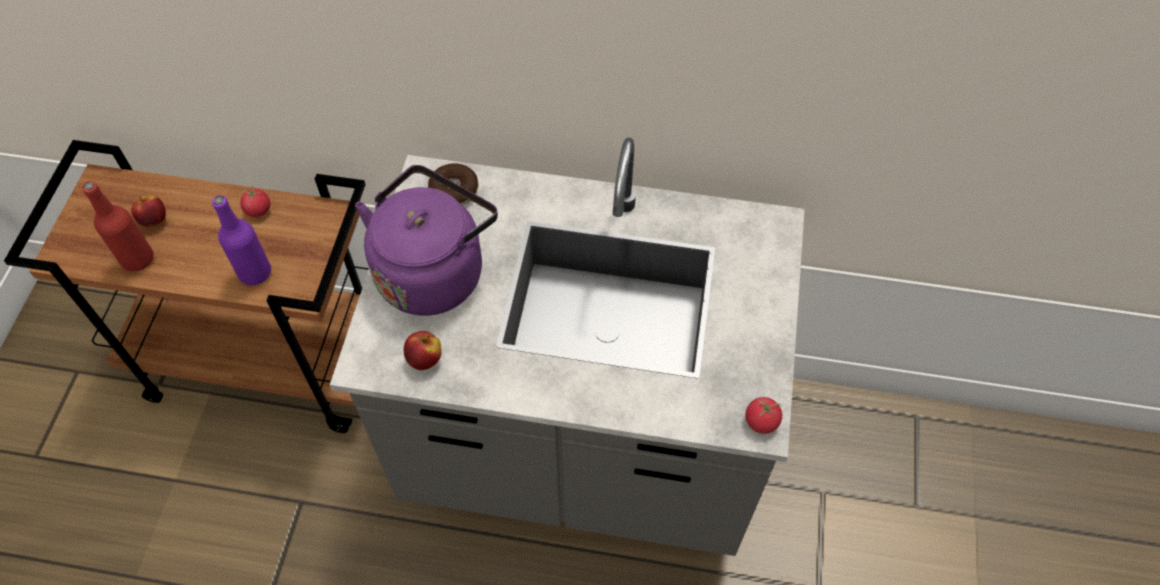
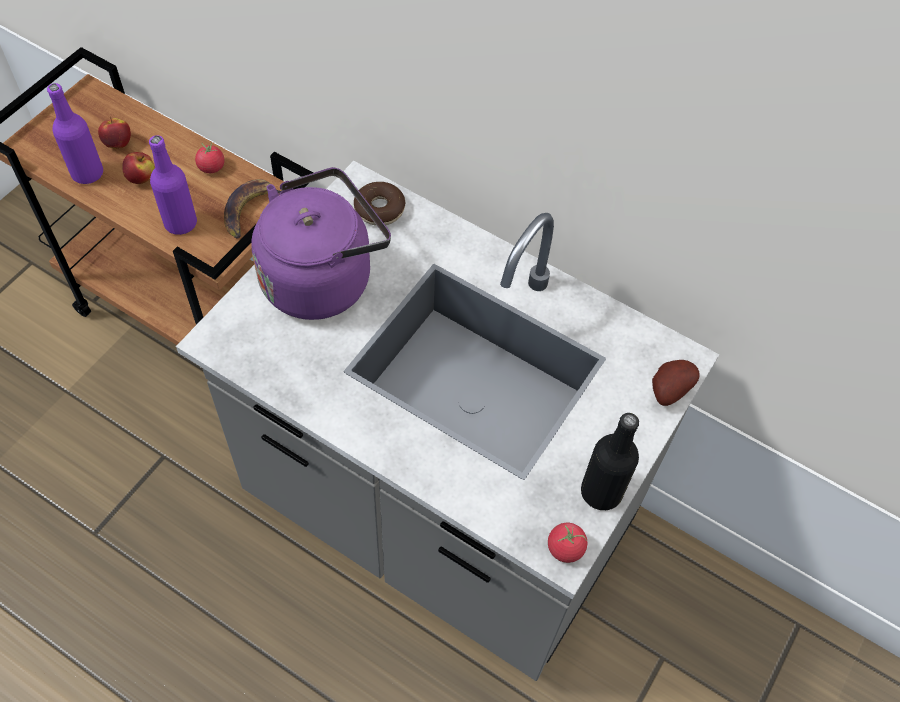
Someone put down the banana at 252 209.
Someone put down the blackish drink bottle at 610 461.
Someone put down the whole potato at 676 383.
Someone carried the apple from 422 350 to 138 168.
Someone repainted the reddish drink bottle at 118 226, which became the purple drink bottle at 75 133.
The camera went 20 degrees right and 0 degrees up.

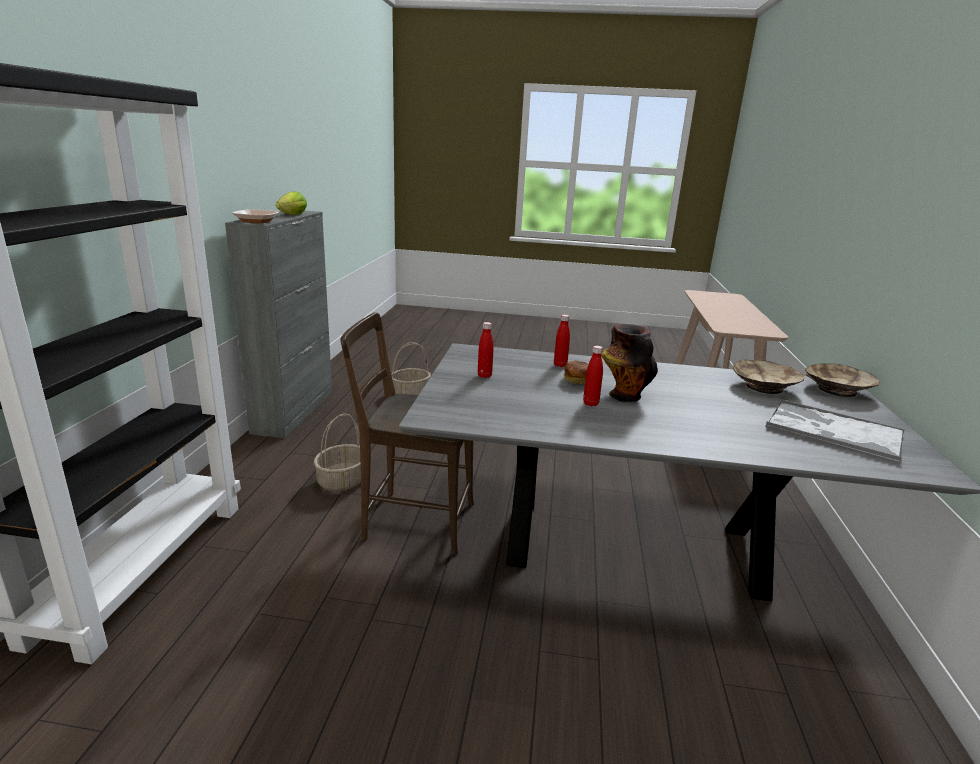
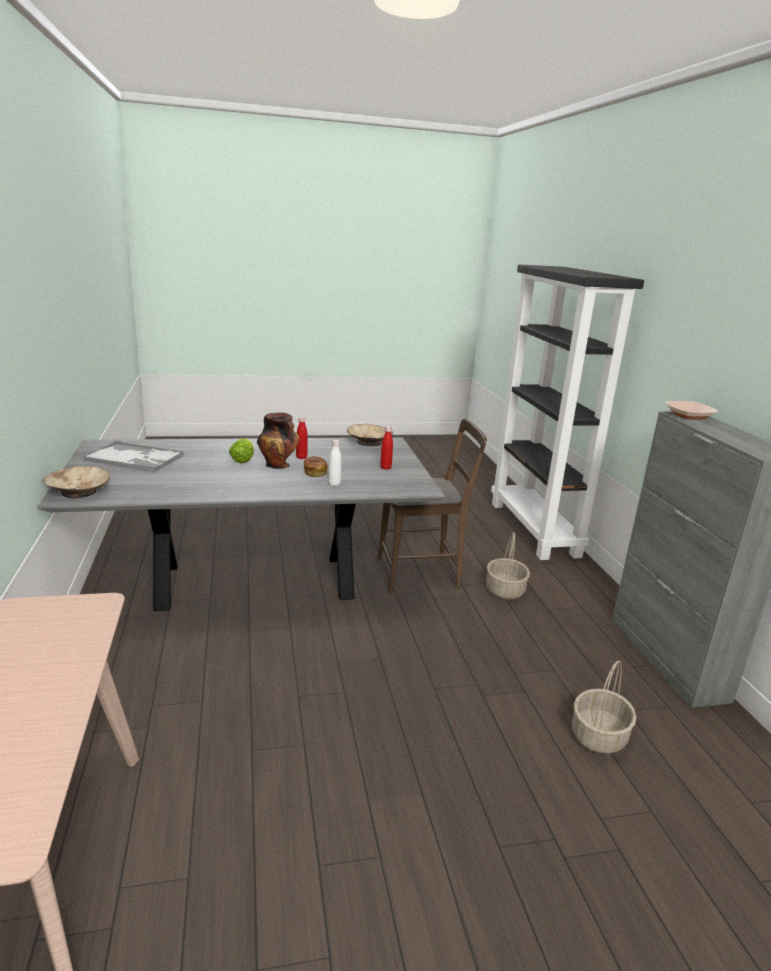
Someone carried the lettuce head from 291 203 to 241 450.
Someone carried the sand-coloured deep dish from 768 377 to 370 435.
Someone repainted the reddish drink bottle at 562 341, which became the white drink bottle at 334 463.
The camera went 160 degrees right and 0 degrees up.

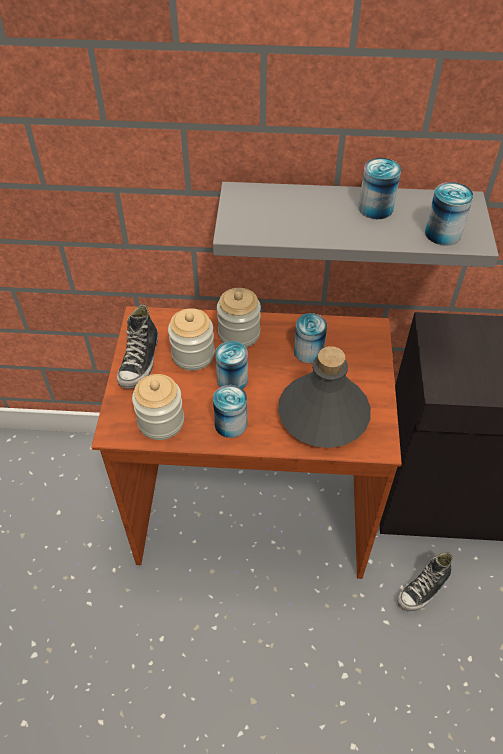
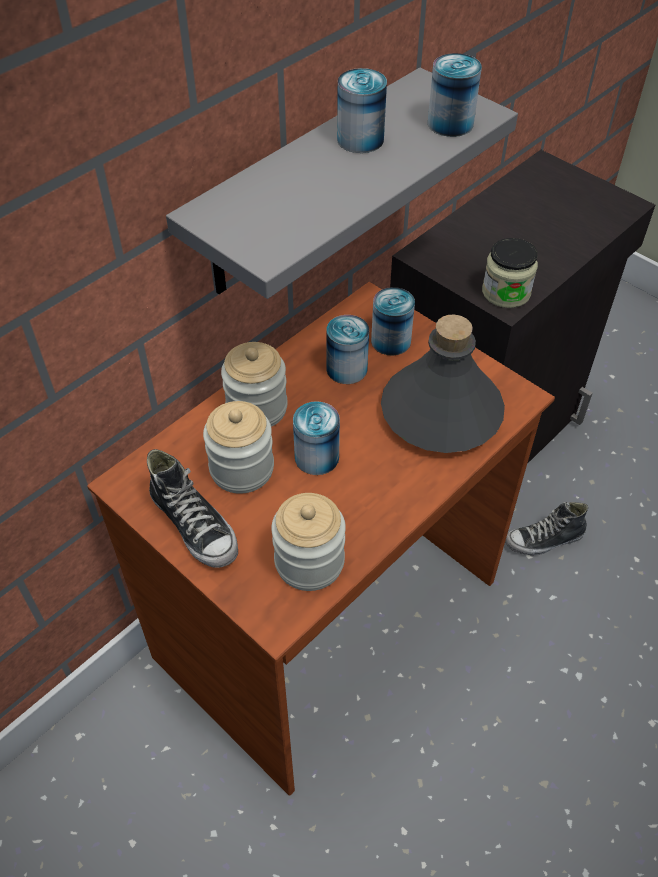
Someone put down the storage jar at 510 273.
Someone carried the can from 230 411 to 393 321.
Someone rotated the item of footwear at 424 581 by 75 degrees clockwise.
The camera went 50 degrees left and 0 degrees up.

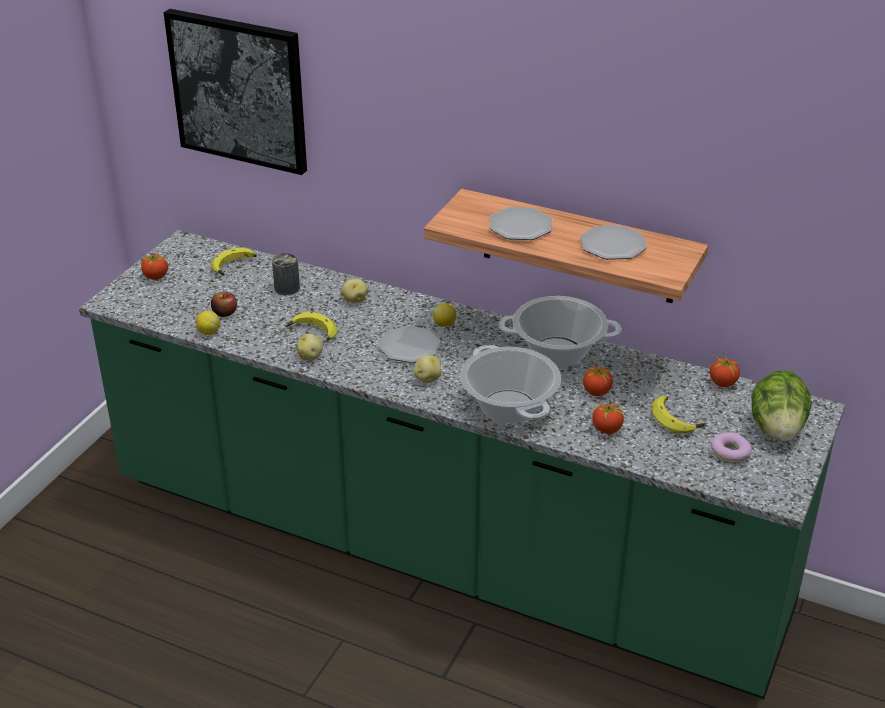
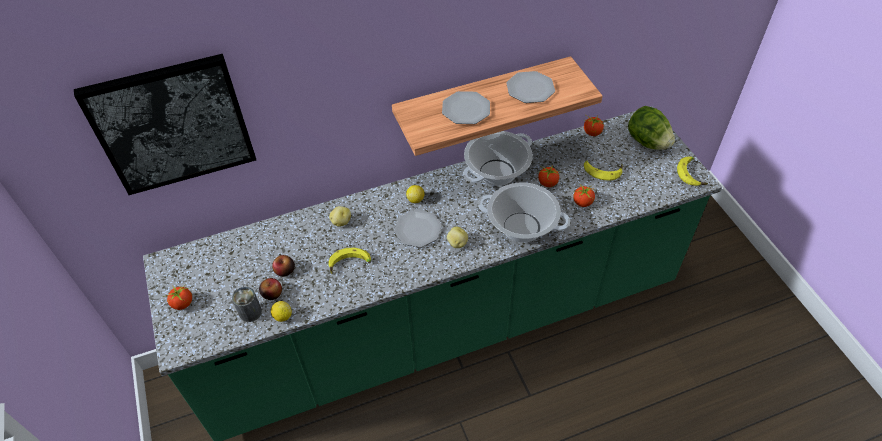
Someone took away the whole potato at 309 347.
Someone took away the doughnut at 731 448.
Someone put down the apple at 283 266.
Someone carried the banana from 234 262 to 692 171.
Someone carried the can from 286 274 to 247 304.
The camera went 45 degrees left and 15 degrees up.

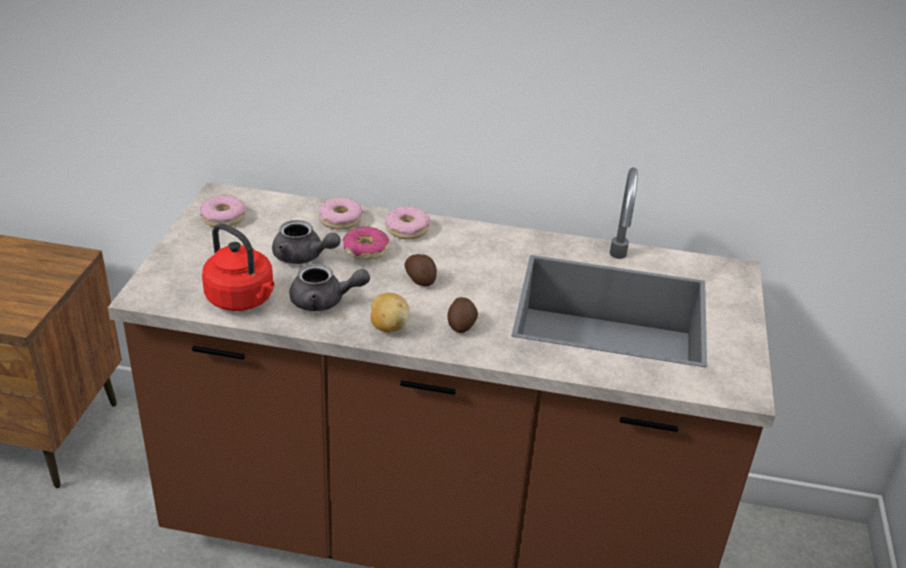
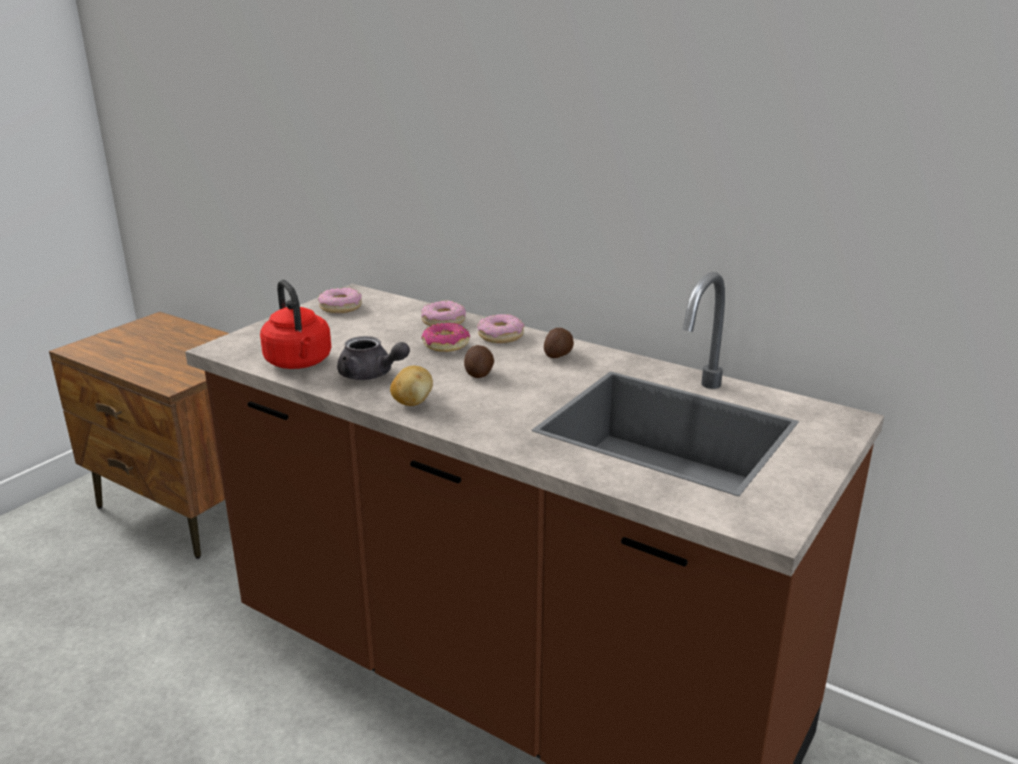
Someone took away the grey pot for tea at 306 242.
Someone carried the whole potato from 463 315 to 559 343.
The camera went 25 degrees right and 10 degrees down.

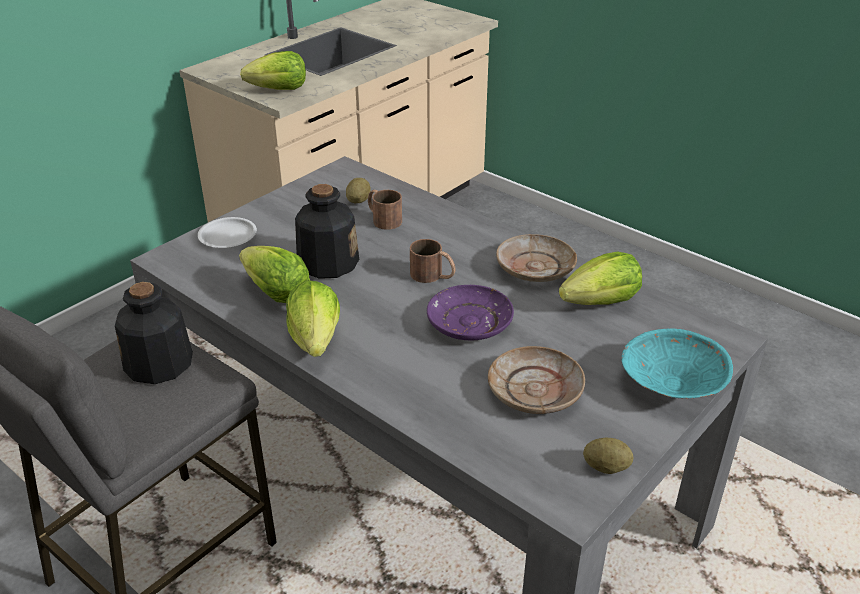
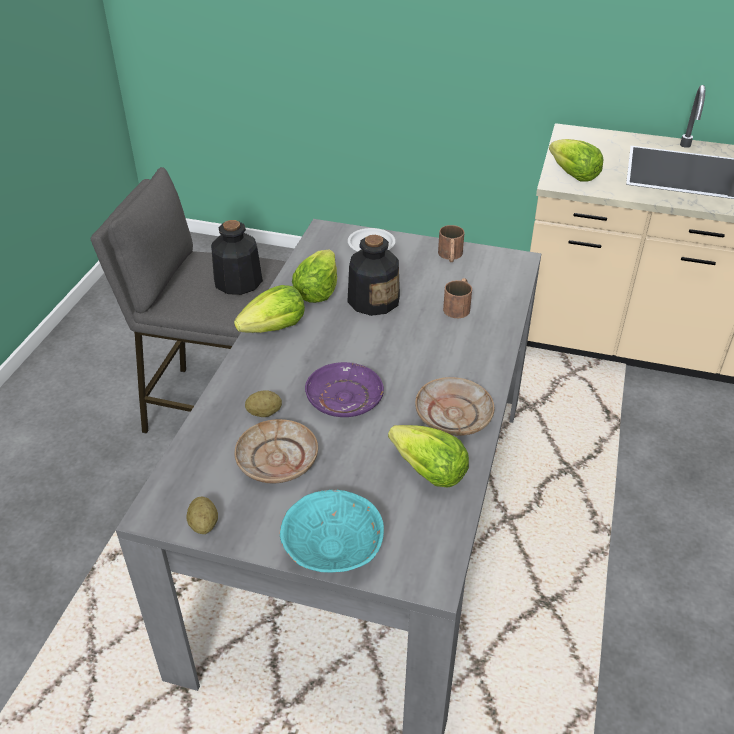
Someone carried the whole potato from 358 190 to 263 403.
Someone carried the brown-coloured coffee mug from 433 261 to 451 243.
The camera went 65 degrees right and 5 degrees up.

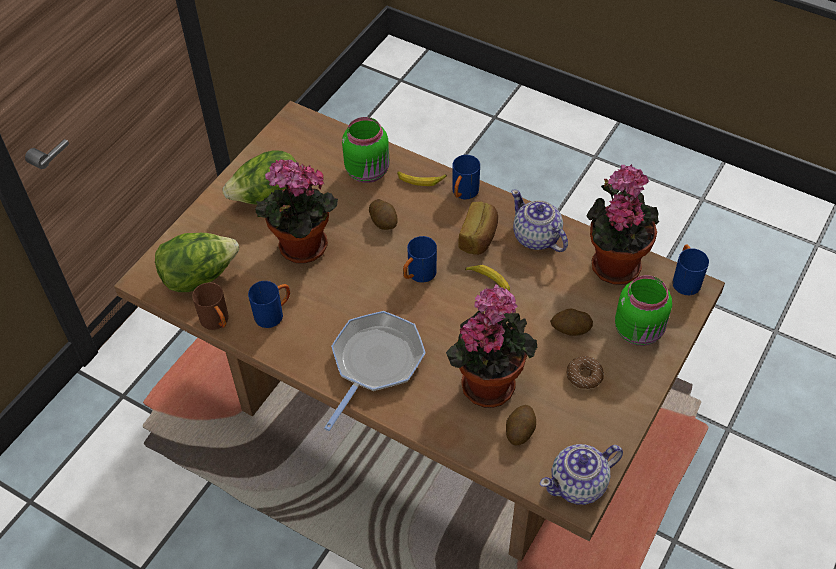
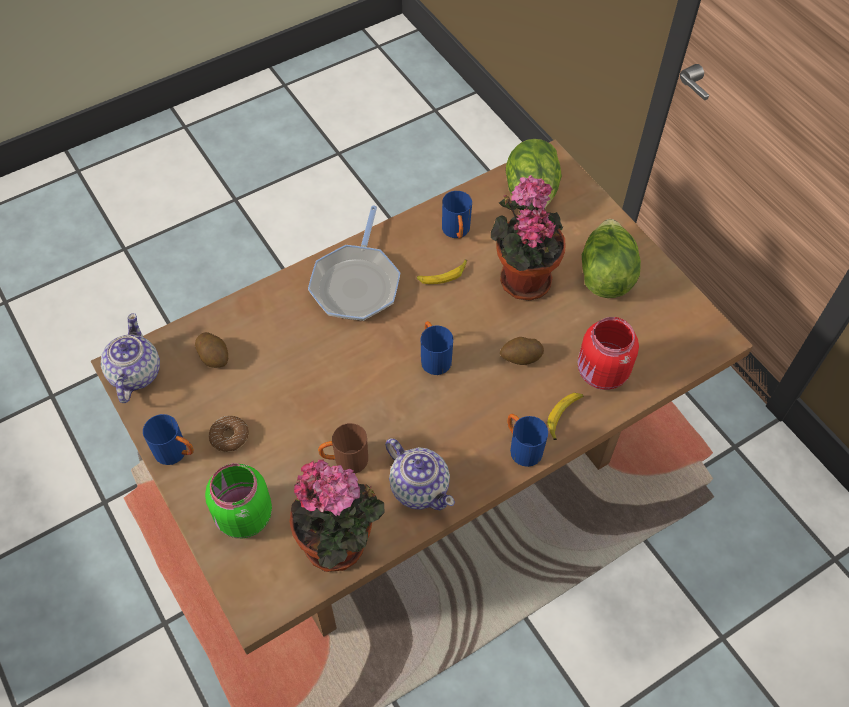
Someone took away the plant in a pot at 491 346.
Someone took away the bread at 478 228.
Someone took away the whole potato at 571 322.
Someone carried the brown-coloured coffee mug from 210 306 to 343 448.
Someone carried the banana from 487 278 to 442 271.
Someone carried the blue-coloured coffee mug from 690 270 to 168 439.
Someone repainted the green-coloured storage jar at 365 150, which became the reddish storage jar at 608 353.
Someone rotated the frying pan at 375 371 by 45 degrees clockwise.
Someone rotated the pot for tea at 539 221 by 60 degrees clockwise.
The camera went 115 degrees right and 5 degrees up.

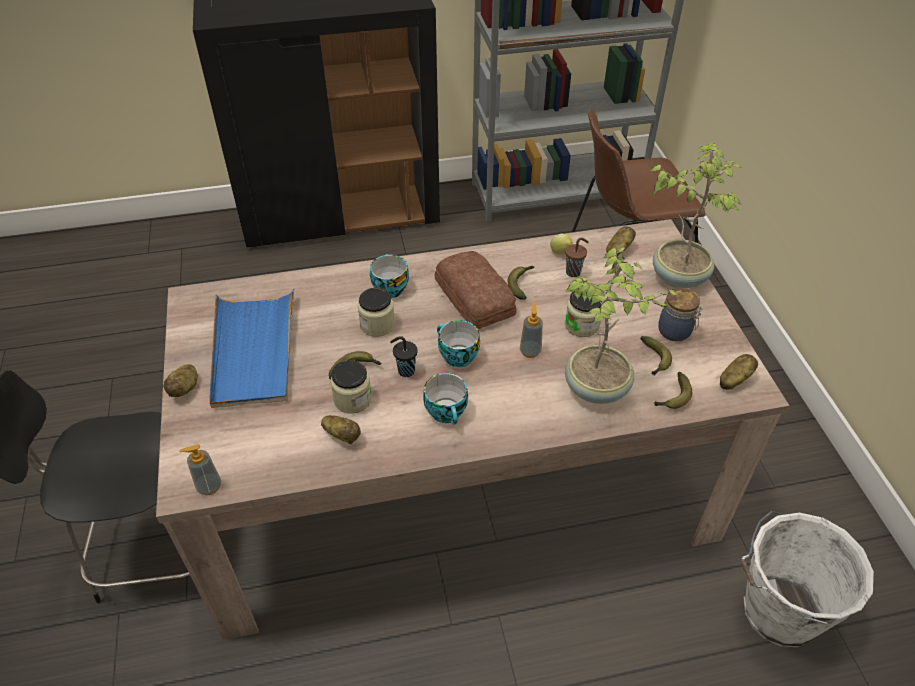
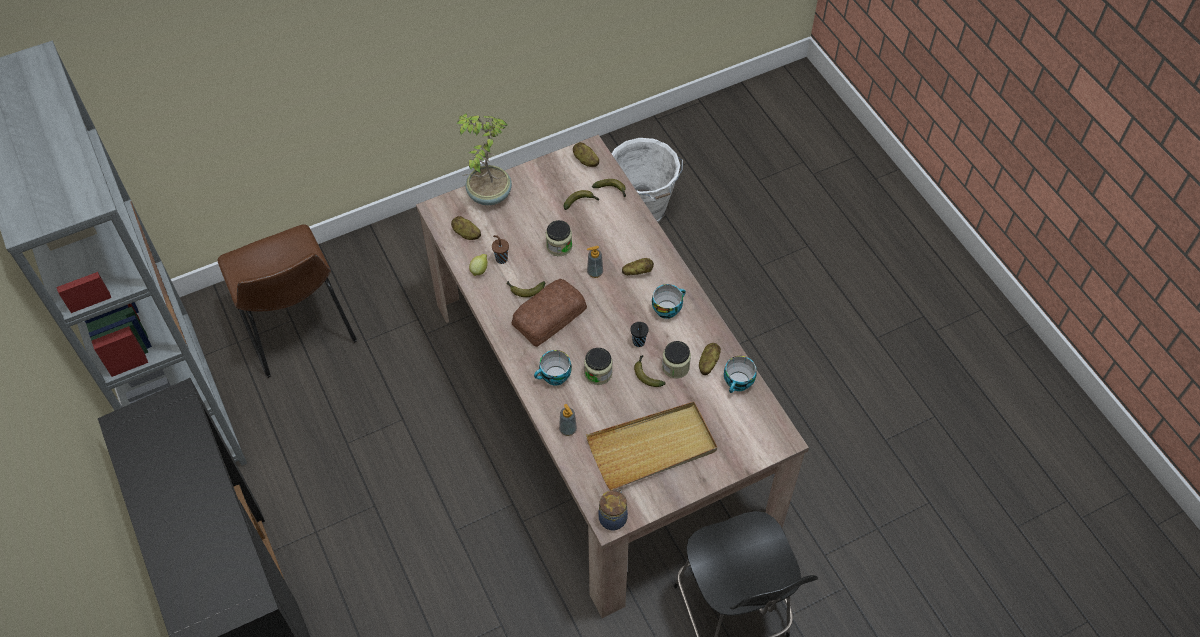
Someone took away the plant in a pot at 622 325.
Someone carried the whole potato from 180 380 to 638 266.
Someone carried the soap bottle from 200 469 to 568 420.
Someone carried the drinking cup from 458 343 to 740 374.
Someone carried the storage jar from 680 314 to 613 509.
Someone repainted the blue-coloured carrying tray at 251 348, which became the sand-coloured carrying tray at 651 446.
The camera went 105 degrees left and 10 degrees up.

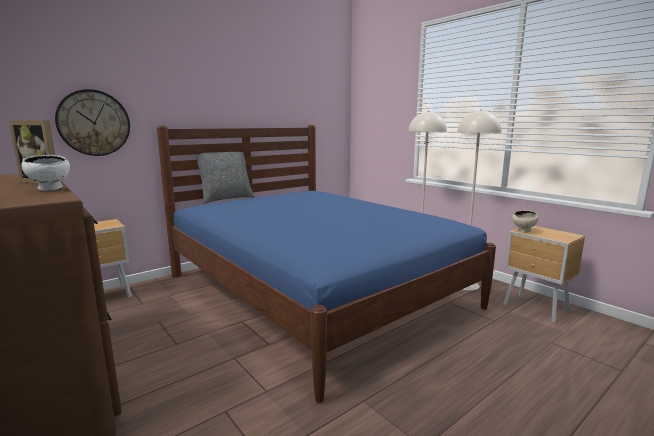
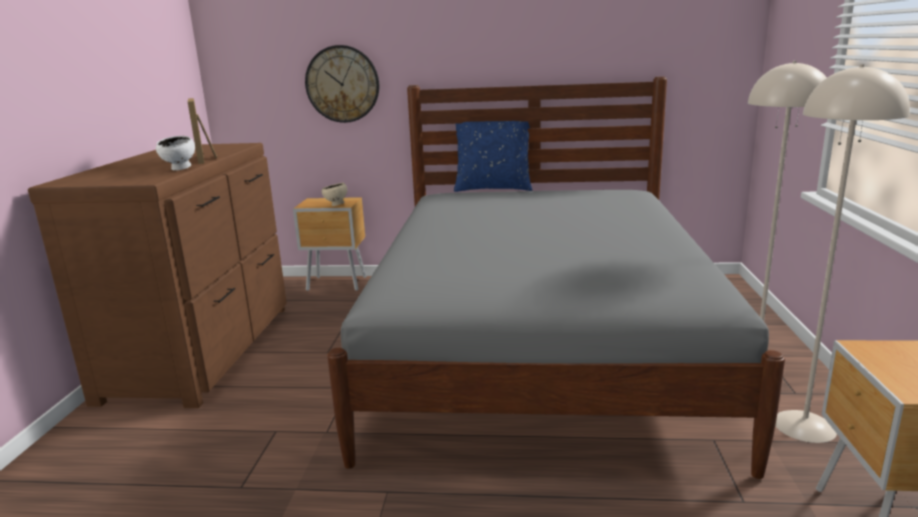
Someone carried the sand-coloured deep dish from 525 221 to 334 194.
Someone repainted the blue-coloured bed at 326 264, which became the grey bed at 556 277.
Someone repainted the grey throw pillow at 224 178, which became the blue-coloured throw pillow at 493 156.
The camera went 45 degrees right and 5 degrees up.

